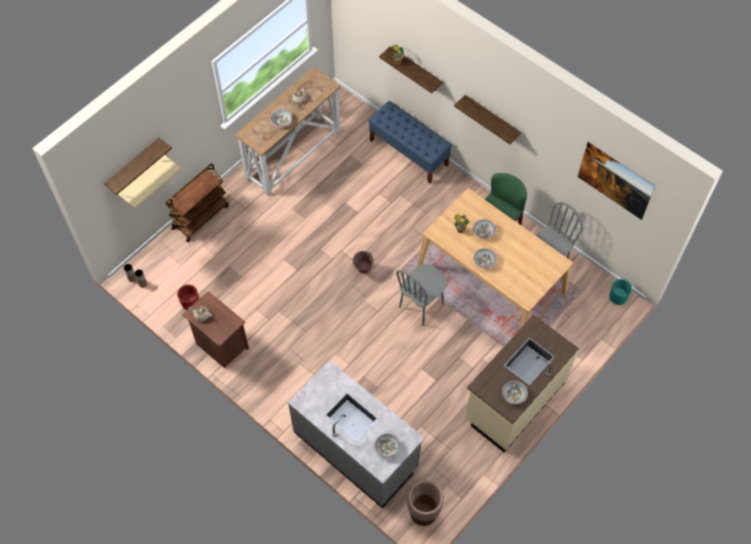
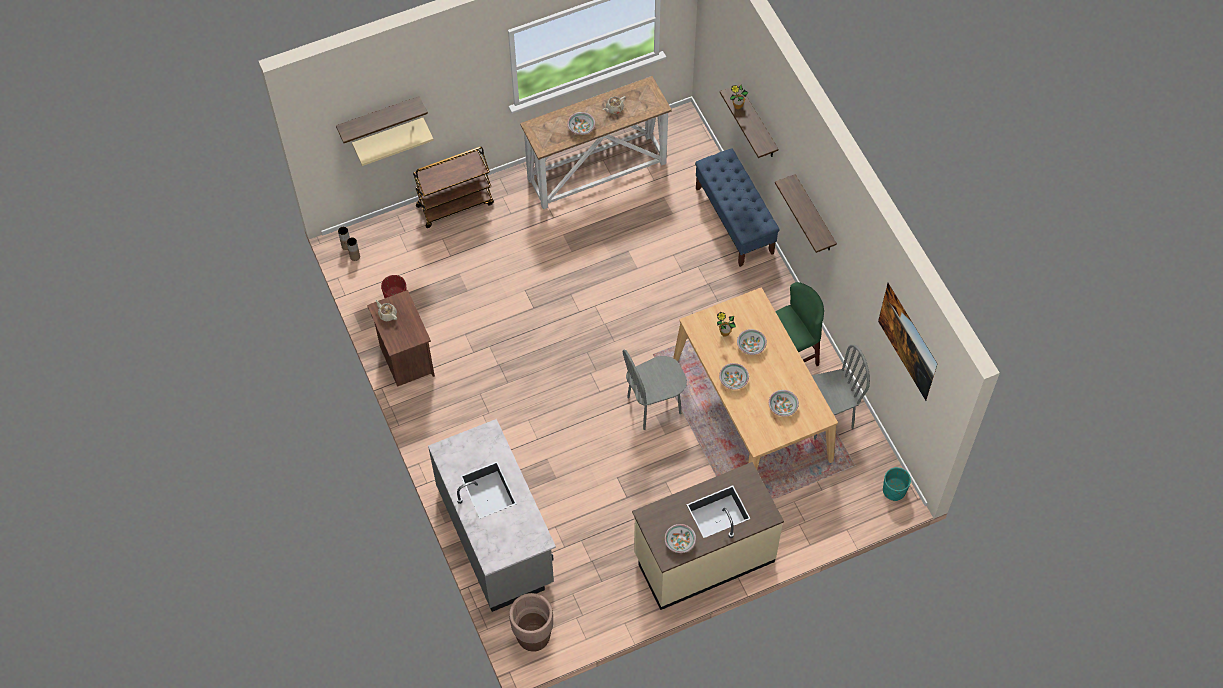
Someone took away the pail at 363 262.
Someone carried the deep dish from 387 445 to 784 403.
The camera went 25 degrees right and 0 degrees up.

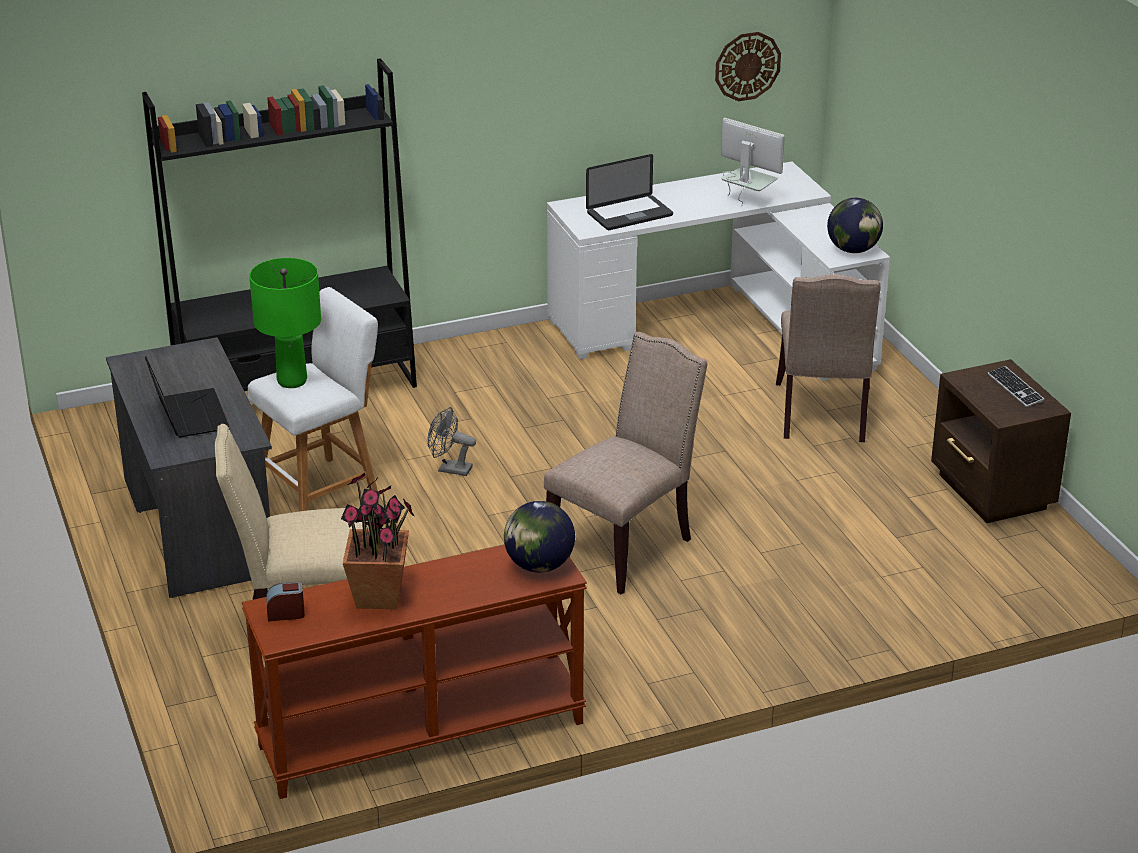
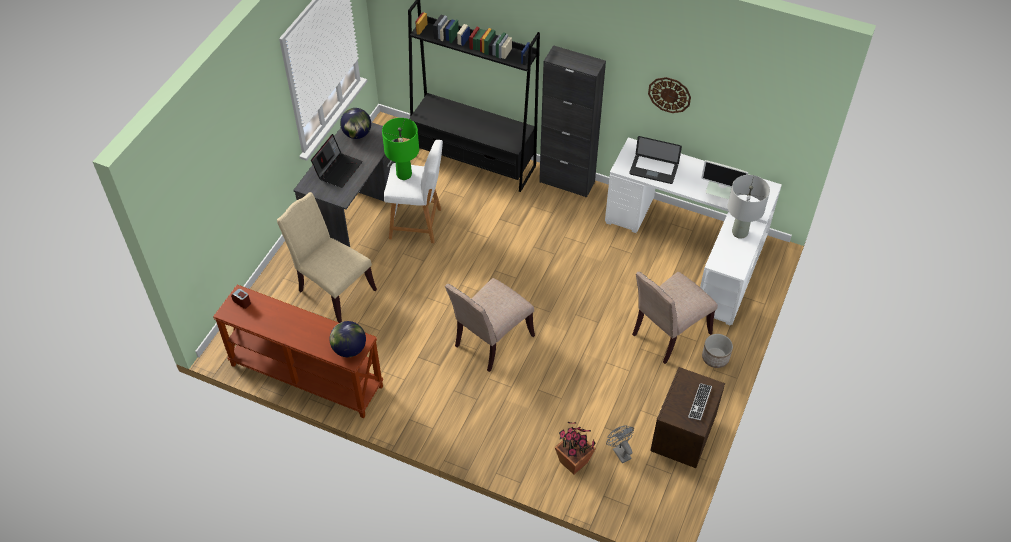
Someone put down the blackish cupboard at 572 121.
Someone put down the plant pot at 717 351.
Someone put down the grey table lamp at 749 207.
Someone carried the plant in a pot from 378 541 to 575 448.
Someone carried the grey cooling fan from 452 441 to 620 444.
Someone carried the clock on the wall from 748 66 to 669 95.
Someone carried the globe from 855 225 to 355 123.
Someone rotated the sand-coloured chair at 626 463 by 135 degrees clockwise.
Someone rotated the computer display at 753 162 by 120 degrees clockwise.
The camera went 45 degrees right and 20 degrees up.

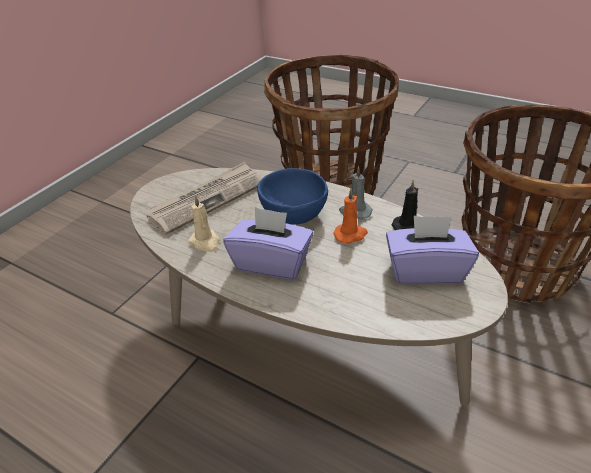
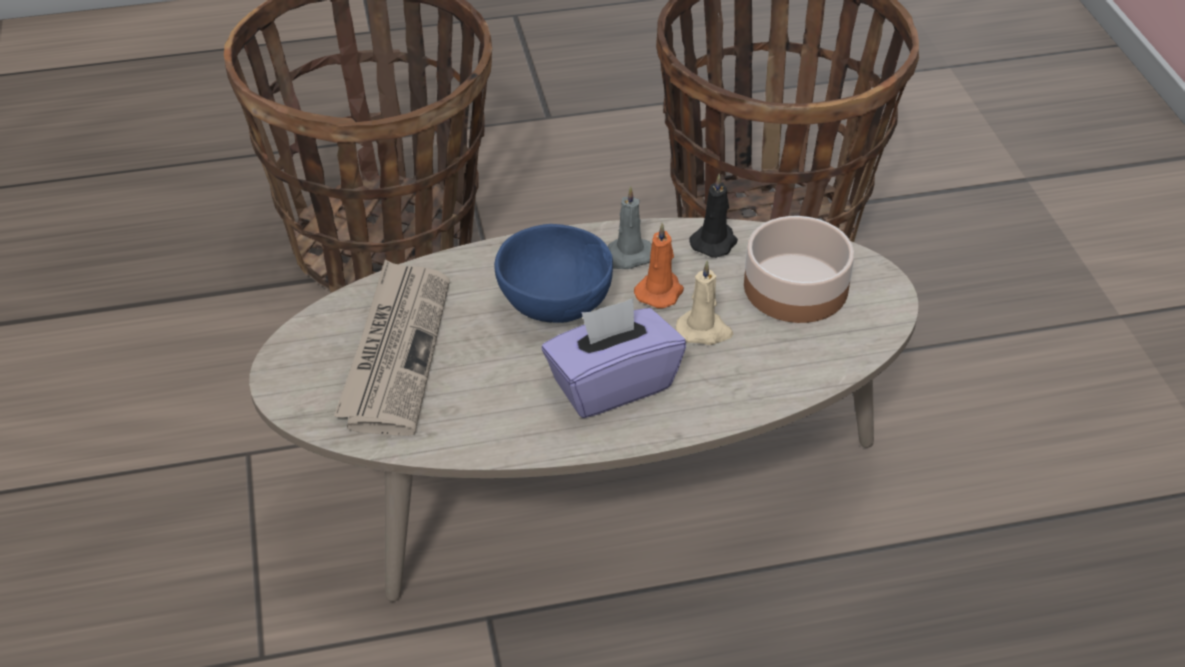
Someone carried the sand-coloured candle from 204 223 to 704 302.
Someone swapped the purple tissue box at 432 250 for the deep dish at 799 269.
The camera went 45 degrees left and 5 degrees up.

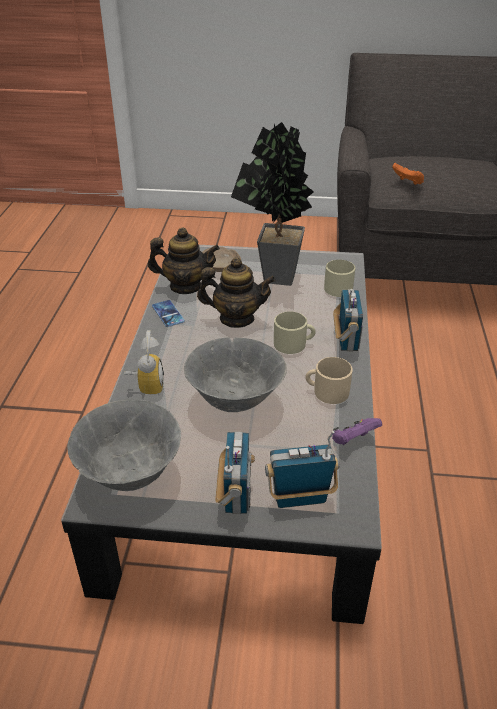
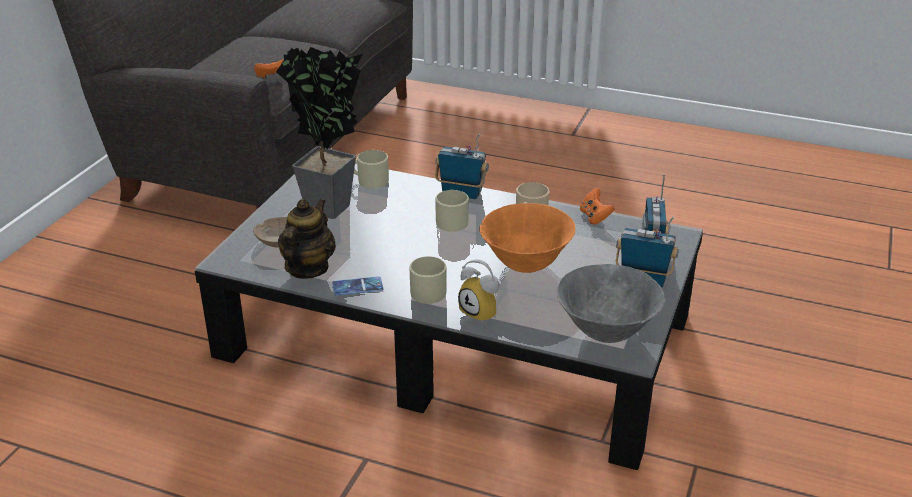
Someone took away the pot for tea at 236 292.
Someone put down the sand-coloured coffee mug at 428 280.
Someone repainted the grey deep dish at 235 374, which became the orange-coloured deep dish at 527 238.
Someone repainted the purple gamepad at 357 431, which became the orange-coloured gamepad at 597 206.
Someone rotated the bedside clock at 144 362 by 150 degrees counterclockwise.
The camera went 75 degrees left and 5 degrees down.

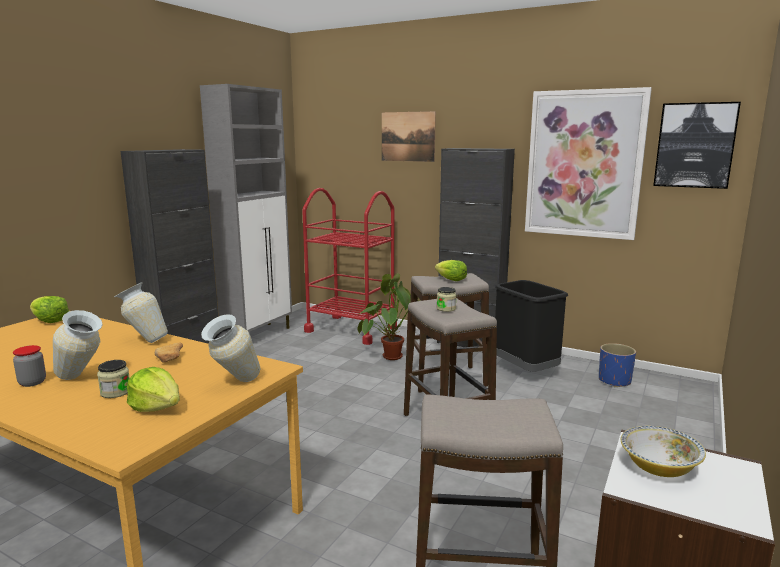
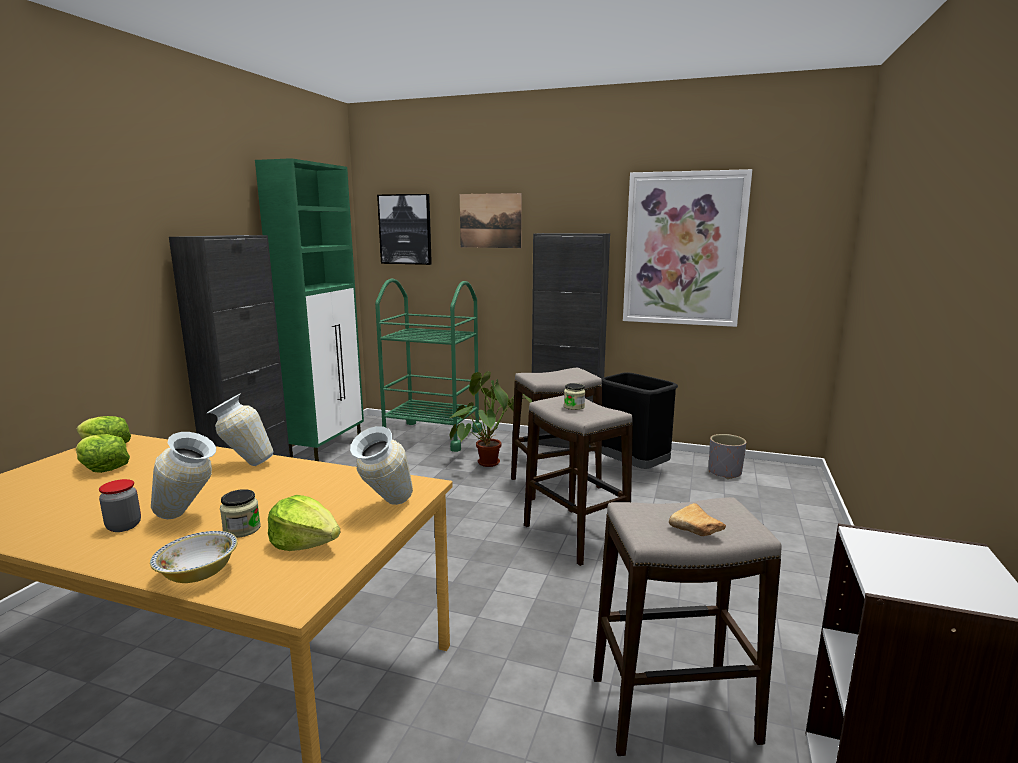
Someone carried the bread from 169 353 to 697 519.
Someone carried the lettuce head from 451 270 to 103 453.
Someone carried the deep dish from 663 451 to 193 557.
Someone carried the picture from 697 145 to 404 229.
Someone repainted the grey cupboard at 246 208, which became the green-coloured cupboard at 309 309.
Someone repainted the reddish wheeled cart at 349 266, which became the green-coloured wheeled cart at 428 365.
Someone repainted the blue-coloured plant pot at 617 365, which became the grey plant pot at 728 456.
The camera went 10 degrees left and 0 degrees up.

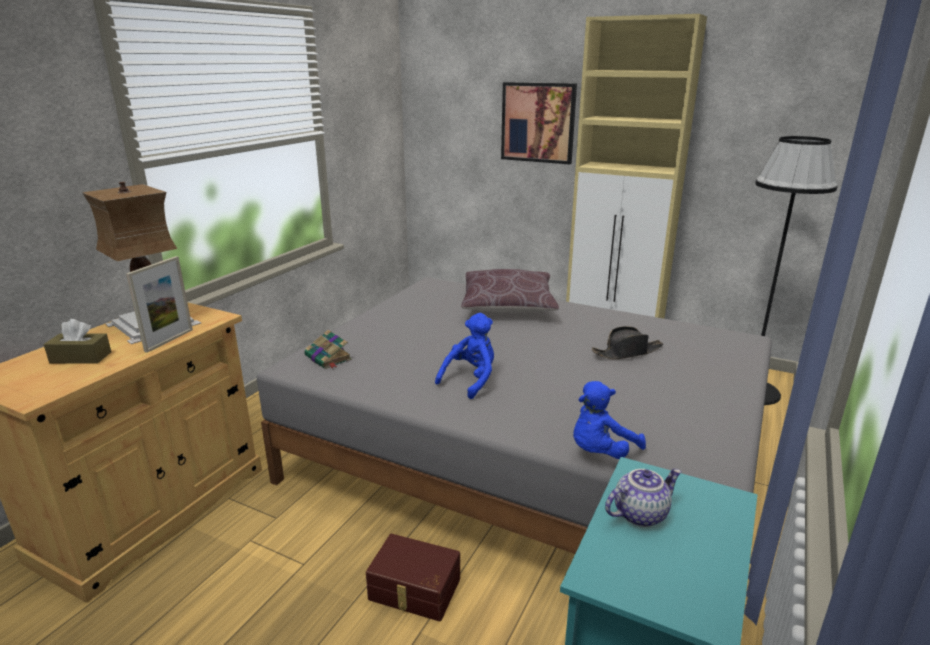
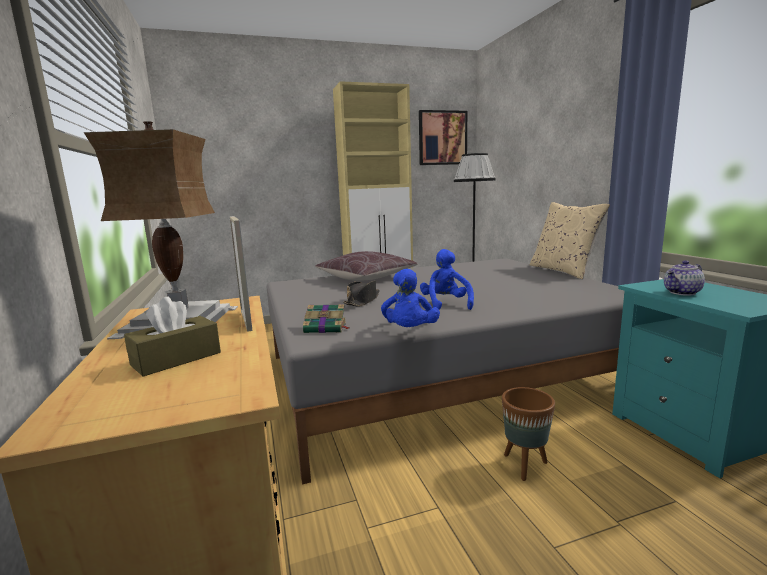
Someone put down the sand-coloured throw pillow at 570 240.
Someone carried the picture from 539 123 to 443 137.
Someone carried the blue-coloured cuddly toy from 609 420 to 410 298.
Someone carried the blackish hat from 627 343 to 361 293.
Someone swapped the brown-coloured storage bin at 413 577 for the brown-coloured plant pot at 528 434.
Someone rotated the pot for tea at 643 497 by 135 degrees counterclockwise.
The camera went 45 degrees left and 10 degrees down.

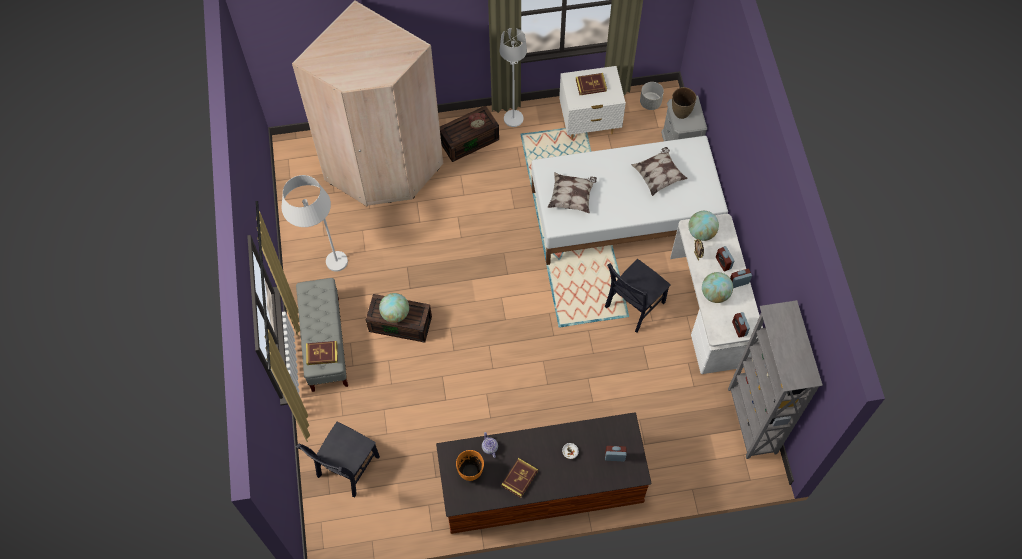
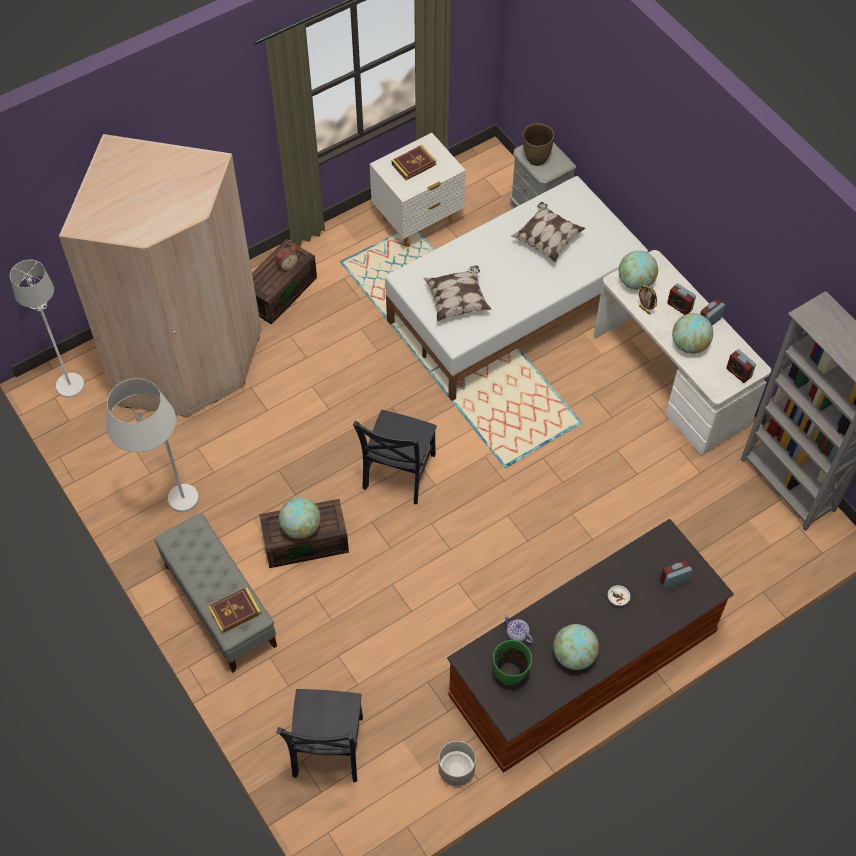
Someone carried the white standard lamp from 513 77 to 47 329.
Someone carried the blackish chair from 637 296 to 395 457.
Someone carried the grey plant pot from 652 96 to 457 763.
Someone swapped the bound book at 519 478 for the globe at 576 647.
Someone repainted the orange-coloured flower vase at 470 465, which became the green-coloured flower vase at 512 662.
The camera went 25 degrees left and 5 degrees down.

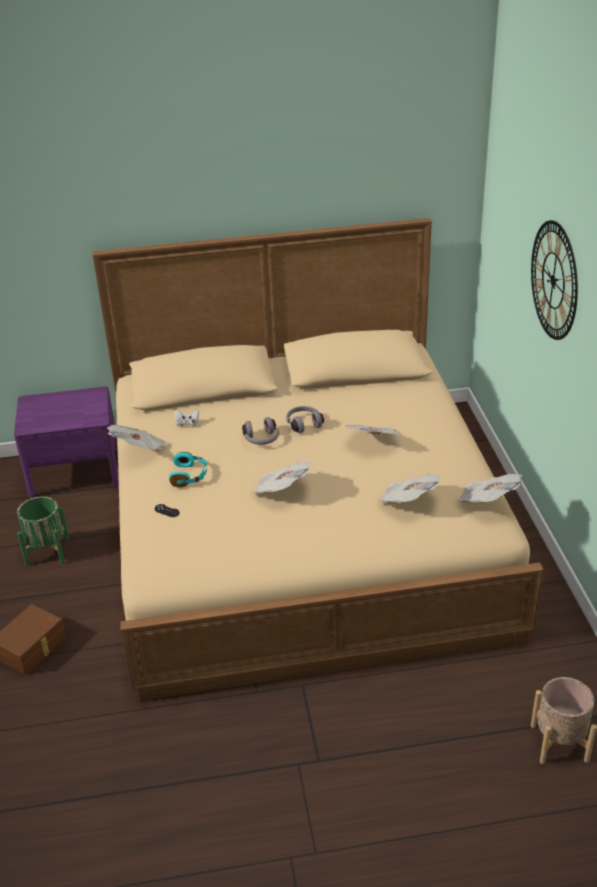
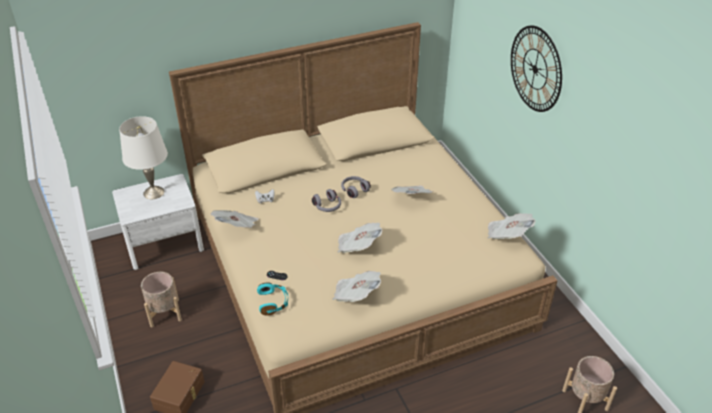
Someone put down the white table lamp at 143 157.
Someone carried the turquoise-coloured headphones from 188 470 to 272 299.
Someone carried the printed paper from 409 488 to 357 286.
Someone repainted the purple night table at 66 442, which became the white night table at 158 222.
Someone repainted the green-coloured plant pot at 43 531, which became the sand-coloured plant pot at 161 299.
The camera went 15 degrees left and 5 degrees up.

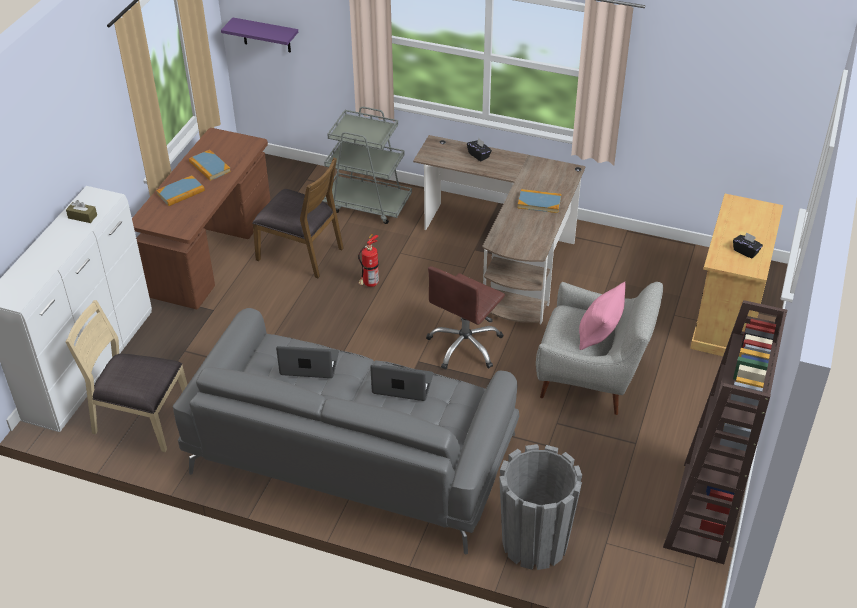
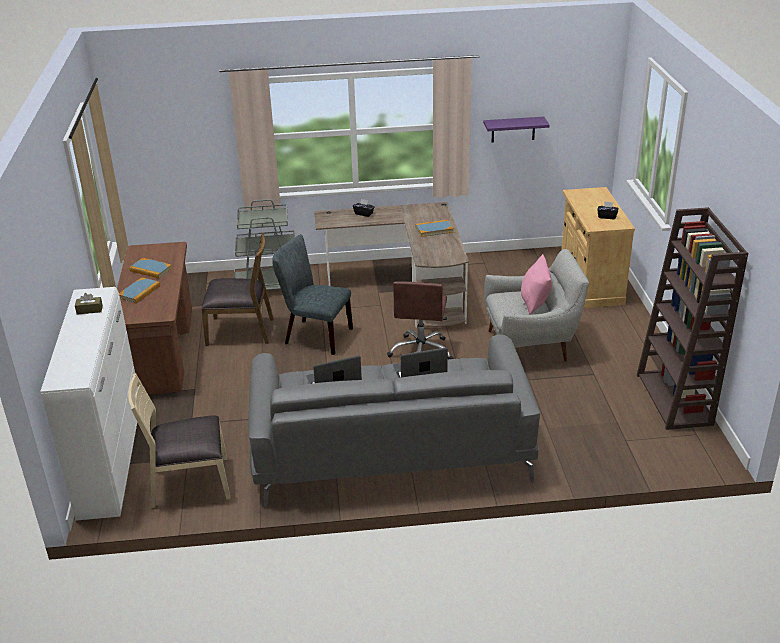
Someone took away the grey plant pot at 540 507.
Someone carried the purple bracket shelf from 259 35 to 516 130.
Someone swapped the fire extinguisher at 368 260 for the grey chair at 312 294.
The camera went 25 degrees left and 10 degrees down.

